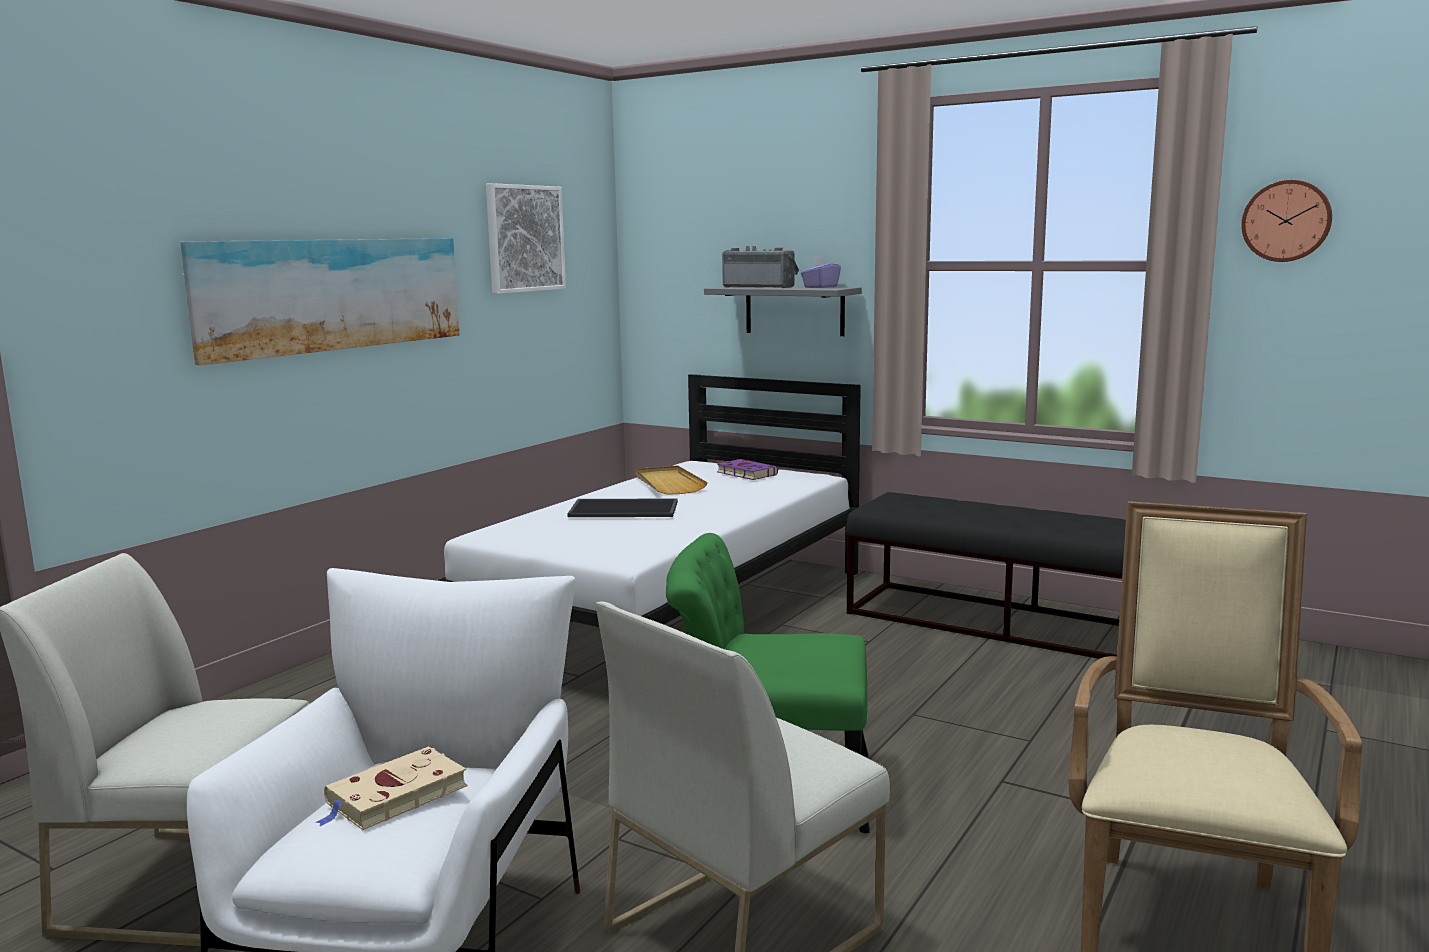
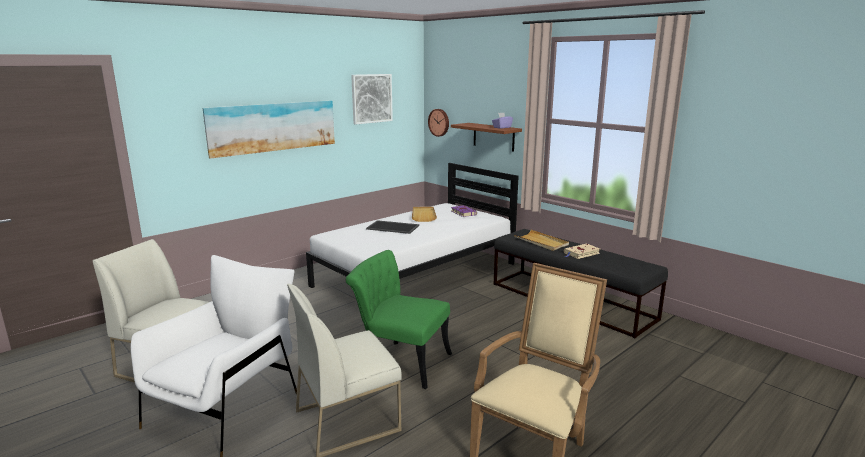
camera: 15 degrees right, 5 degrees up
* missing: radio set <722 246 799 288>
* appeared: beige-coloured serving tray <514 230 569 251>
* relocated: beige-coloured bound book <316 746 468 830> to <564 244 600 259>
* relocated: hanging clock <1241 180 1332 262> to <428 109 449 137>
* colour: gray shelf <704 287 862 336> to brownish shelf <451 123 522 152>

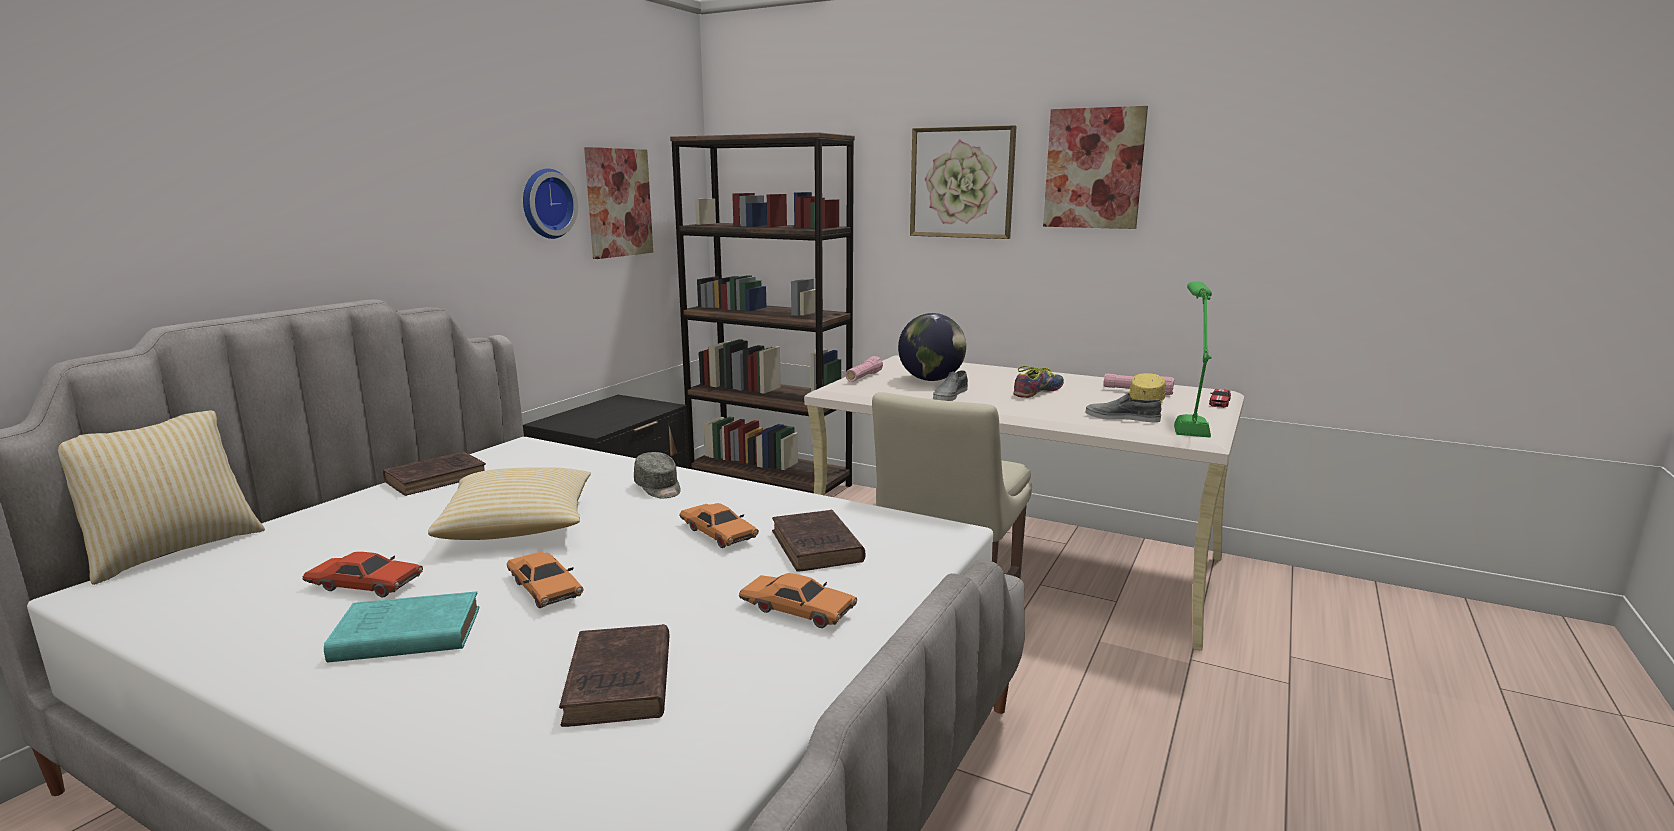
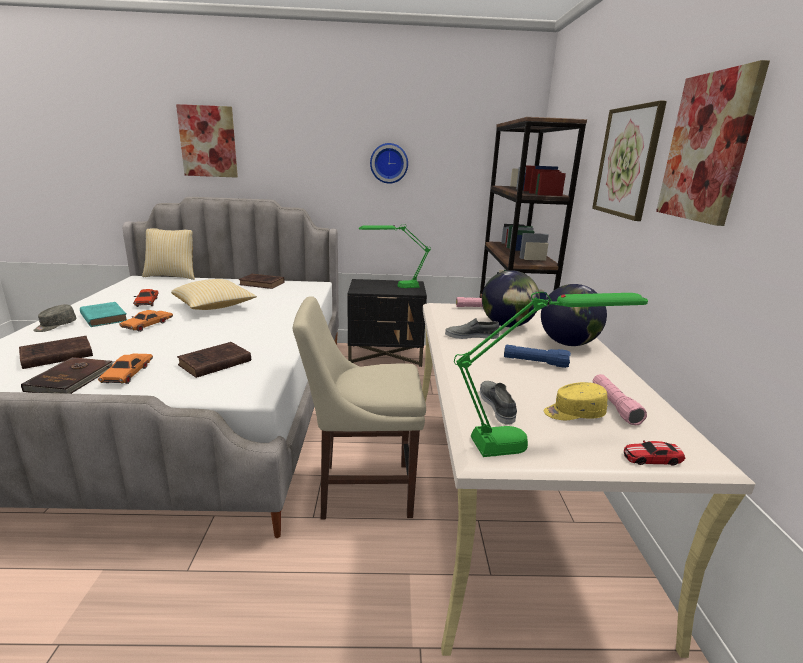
camera: 60 degrees right, 5 degrees up
* missing: orange-coloured miniature car <680 503 759 548>
* appeared: brownish bound book <21 357 115 394>
* appeared: green table lamp <359 224 431 288>
* appeared: globe <541 284 607 346>
* relocated: picture <584 147 653 259> to <176 104 238 178>
* relocated: gray peaked cap <634 452 681 498> to <33 304 76 332>
* exchanged: shoe <1014 366 1064 398> to blue torch <504 345 571 368>

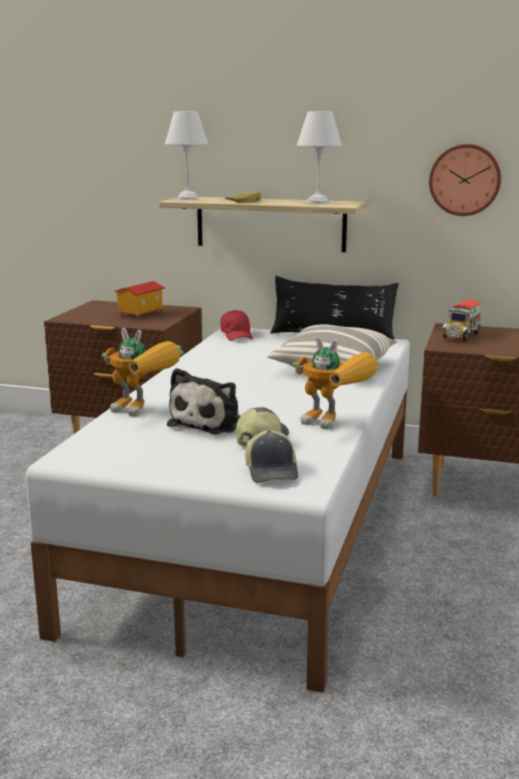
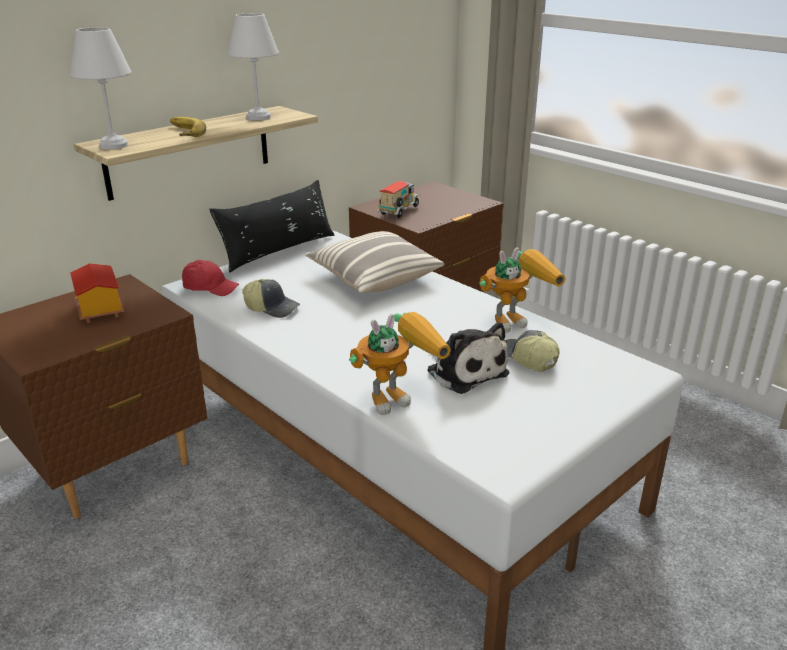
camera: 60 degrees left, 10 degrees up
* missing: hanging clock <429 144 501 216>
* relocated: peaked cap <245 430 298 483> to <242 279 300 318>
* spun: toy truck <442 300 482 341> = <377 181 420 218> 120 degrees counterclockwise

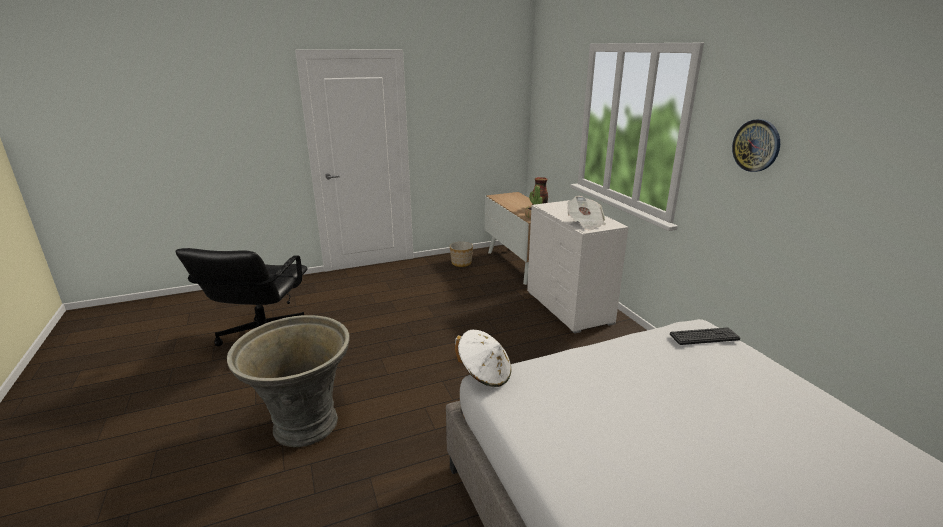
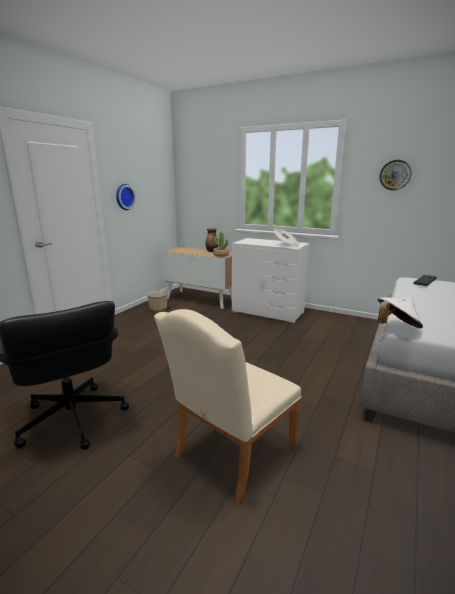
camera: 40 degrees left, 5 degrees down
* appeared: hanging clock <116 184 136 210>
* exchanged: gray flower pot <227 315 350 447> to beige-coloured chair <154 309 301 506>

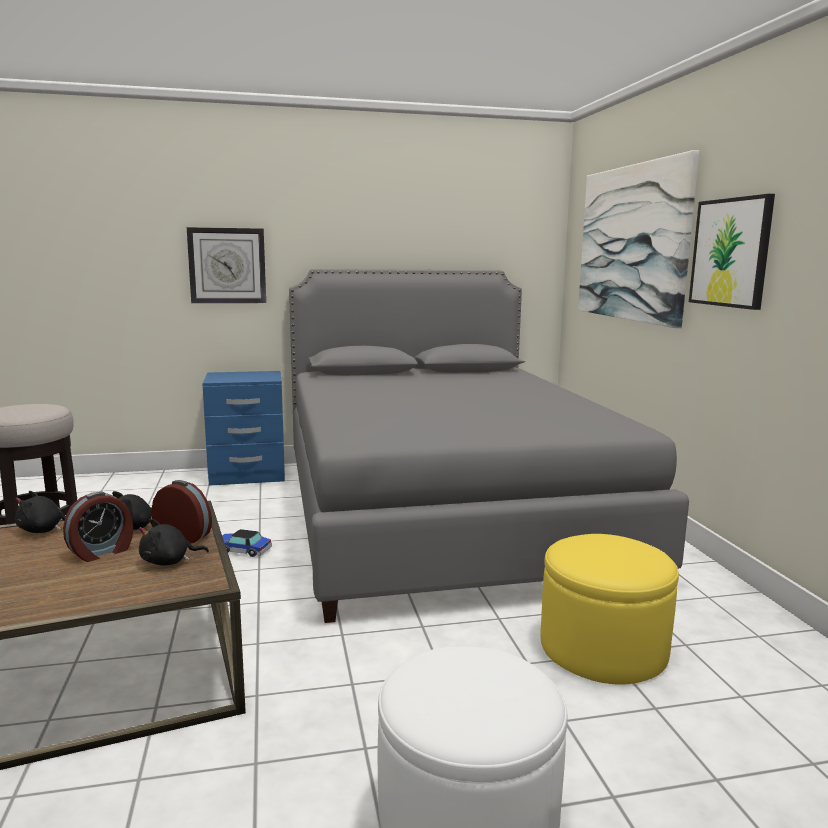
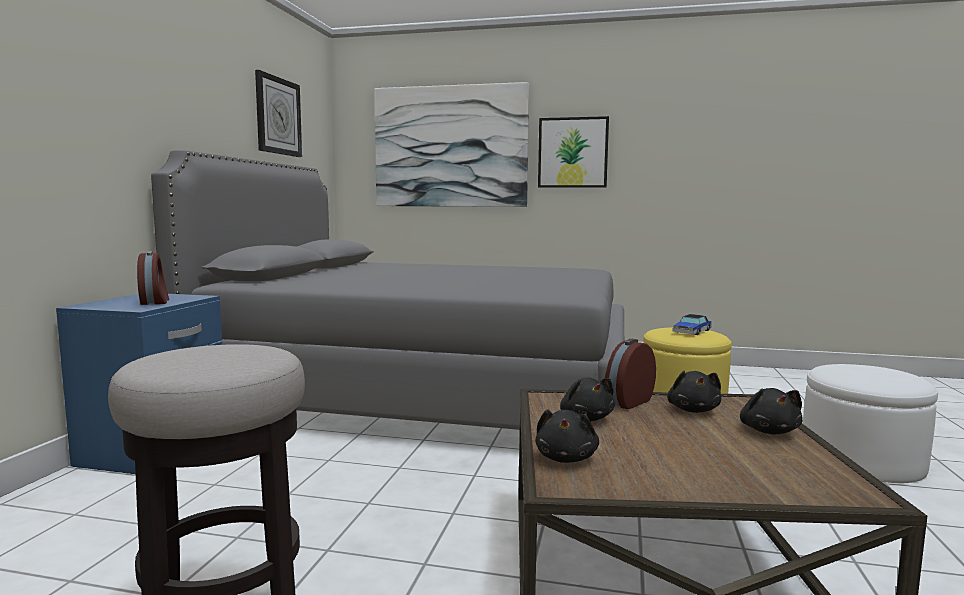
camera: 65 degrees left, 5 degrees down
* appeared: blackish soft toy <740 388 803 434>
* relocated: table clock <63 492 133 562> to <137 251 169 305>
* relocated: hanging clock <187 227 266 303> to <255 70 302 157>
* relocated: miniature car <222 529 272 557> to <673 314 712 335>

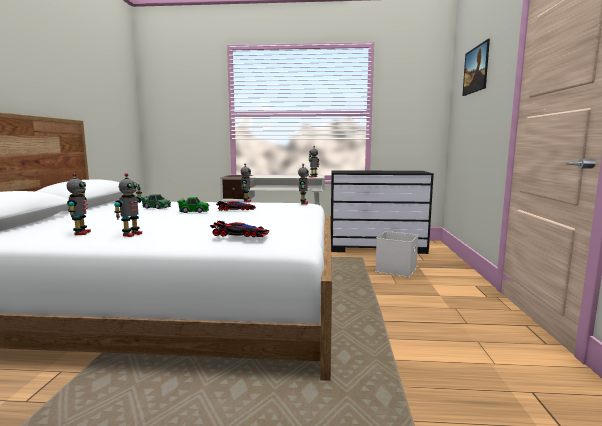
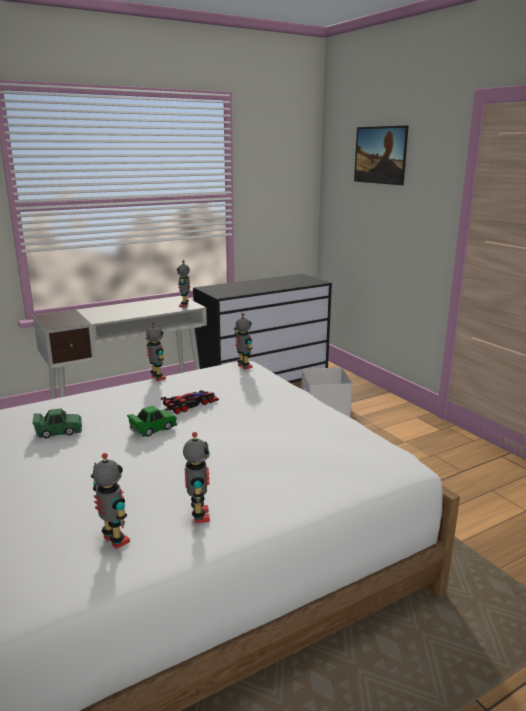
camera: 35 degrees left, 10 degrees up
* missing: miniature car <210 221 270 237>

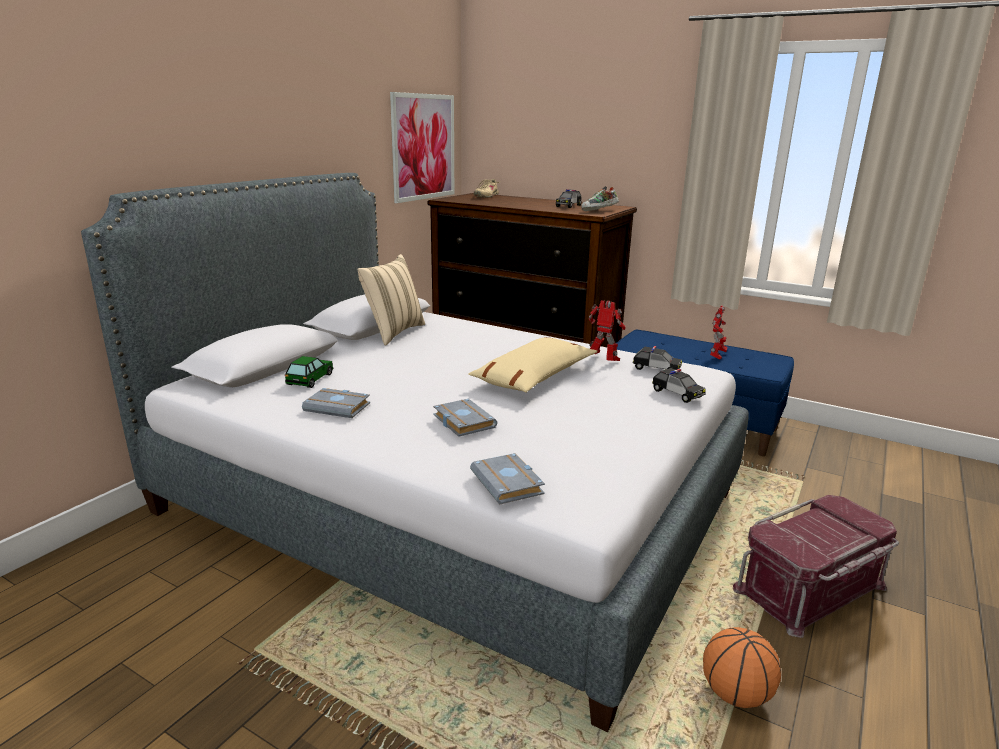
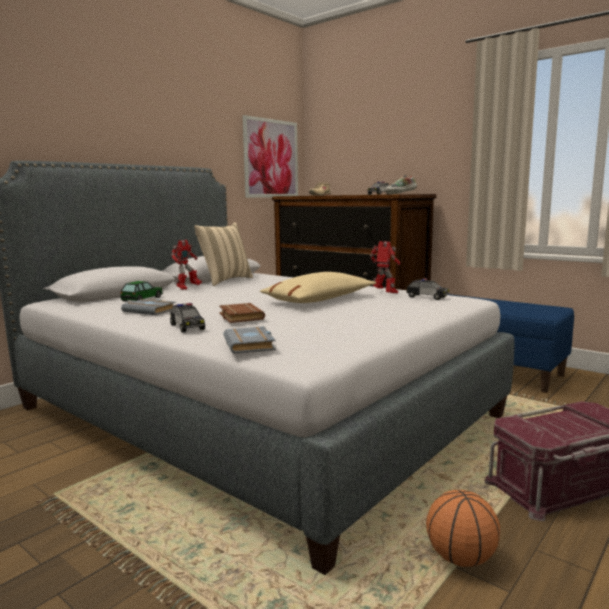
camera: 10 degrees right, 10 degrees down
* relocated: miniature car <652 368 705 403> to <170 303 205 333>
* relocated: robot figure <710 305 727 360> to <171 240 202 290>
* colour: gray bound book <433 399 497 437> to brownish bound book <219 303 265 323>

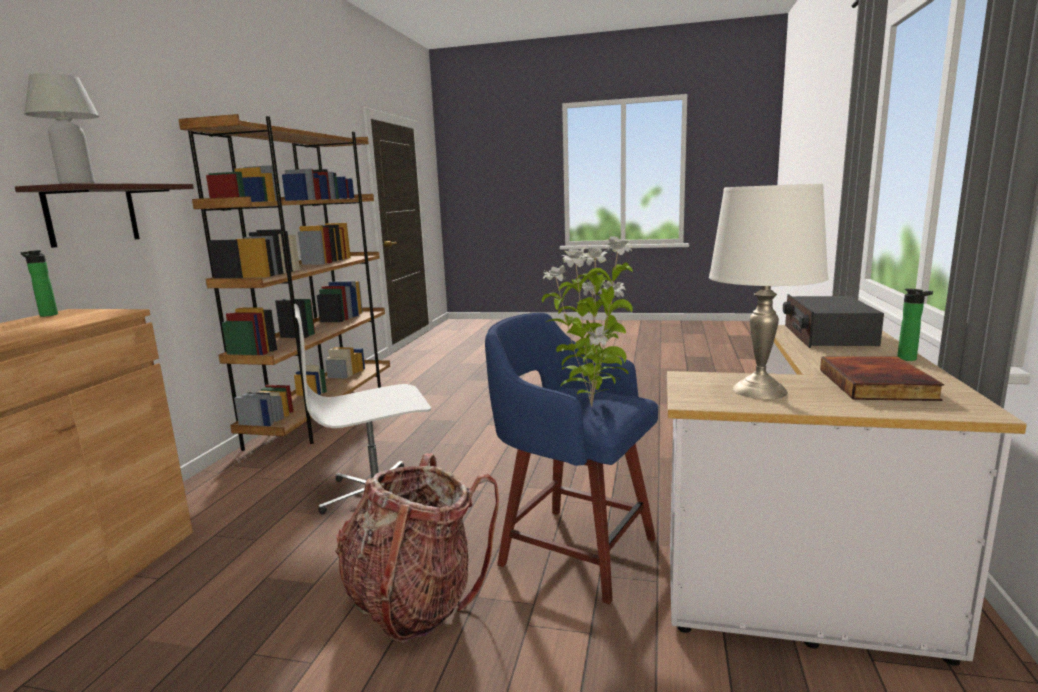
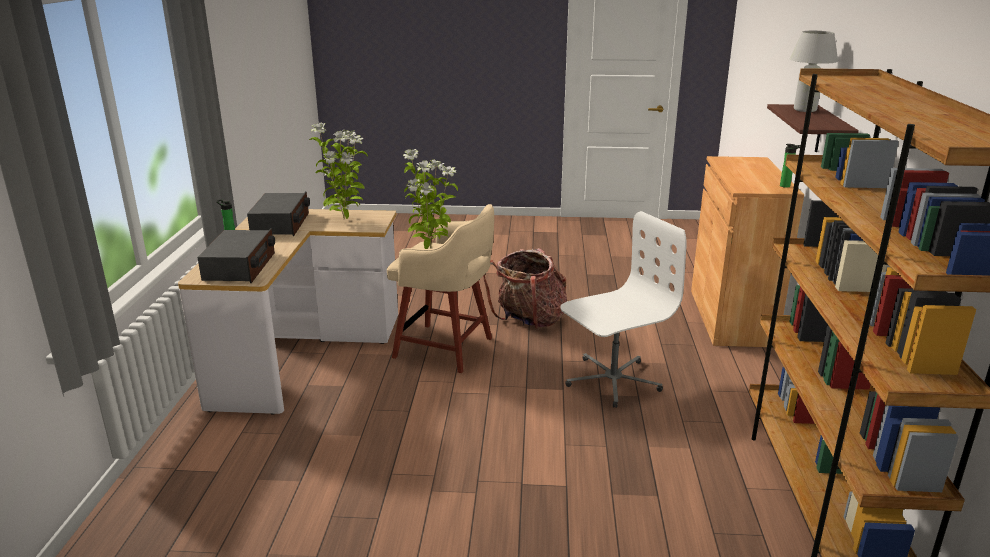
camera: 170 degrees right, 10 degrees up
* exchanged: white-coloured table lamp <709 184 828 399> to potted plant <309 123 368 220>
* exchanged: bound book <820 356 944 401> to radio set <247 191 310 236>
* colour: blue stool <485 313 658 604> to beige-coloured stool <387 204 494 373>

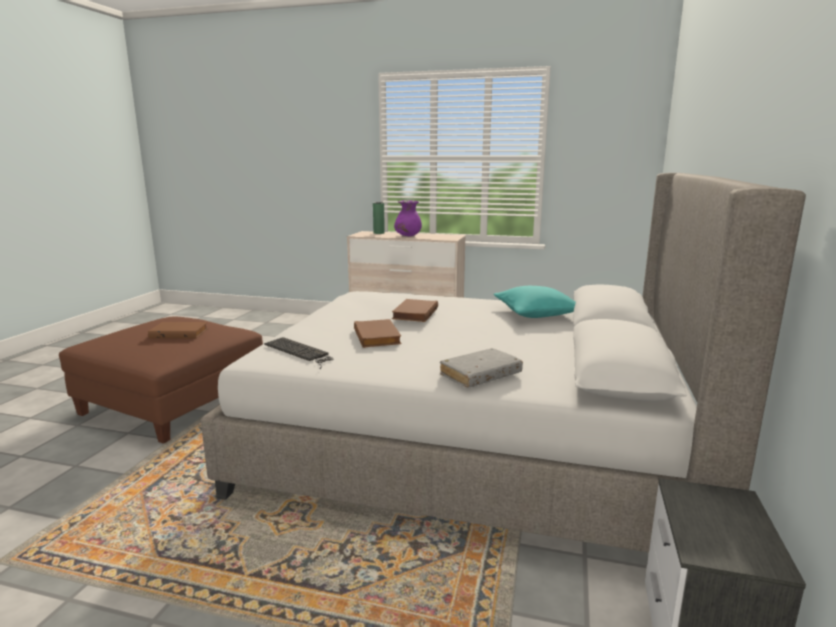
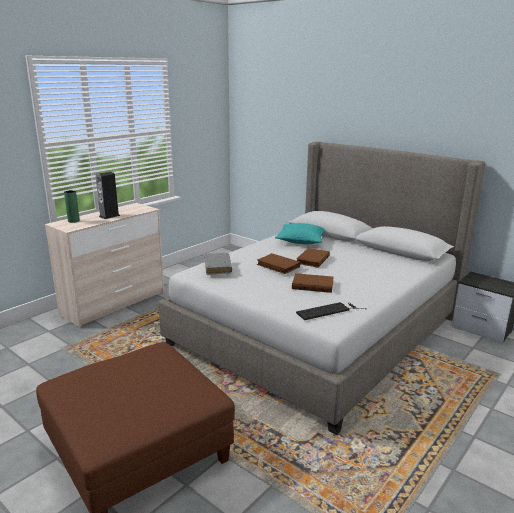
camera: 65 degrees left, 5 degrees up
* relocated: brownish bound book <148 322 208 339> to <296 248 330 268>
* relocated: gray bound book <440 348 523 388> to <205 253 232 275>
* exchanged: purple-coloured decorative vase <394 200 422 236> to audio speaker <96 172 120 219>

